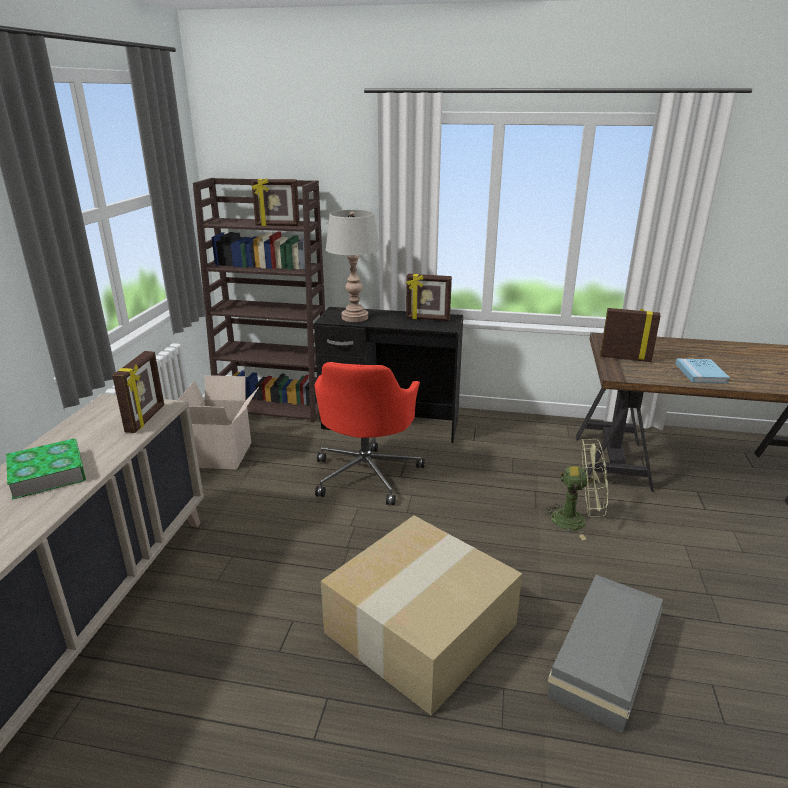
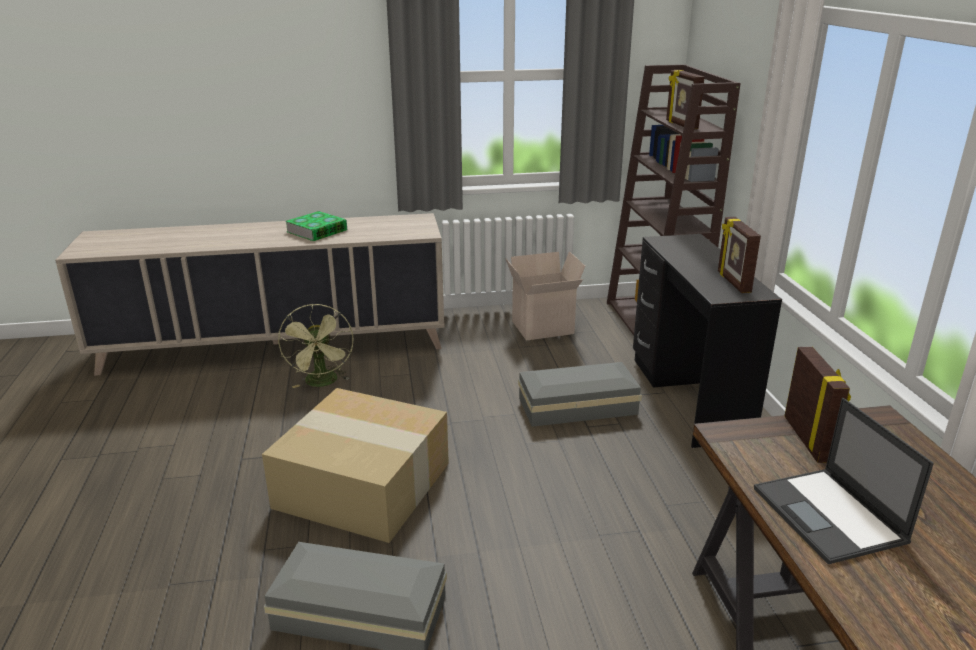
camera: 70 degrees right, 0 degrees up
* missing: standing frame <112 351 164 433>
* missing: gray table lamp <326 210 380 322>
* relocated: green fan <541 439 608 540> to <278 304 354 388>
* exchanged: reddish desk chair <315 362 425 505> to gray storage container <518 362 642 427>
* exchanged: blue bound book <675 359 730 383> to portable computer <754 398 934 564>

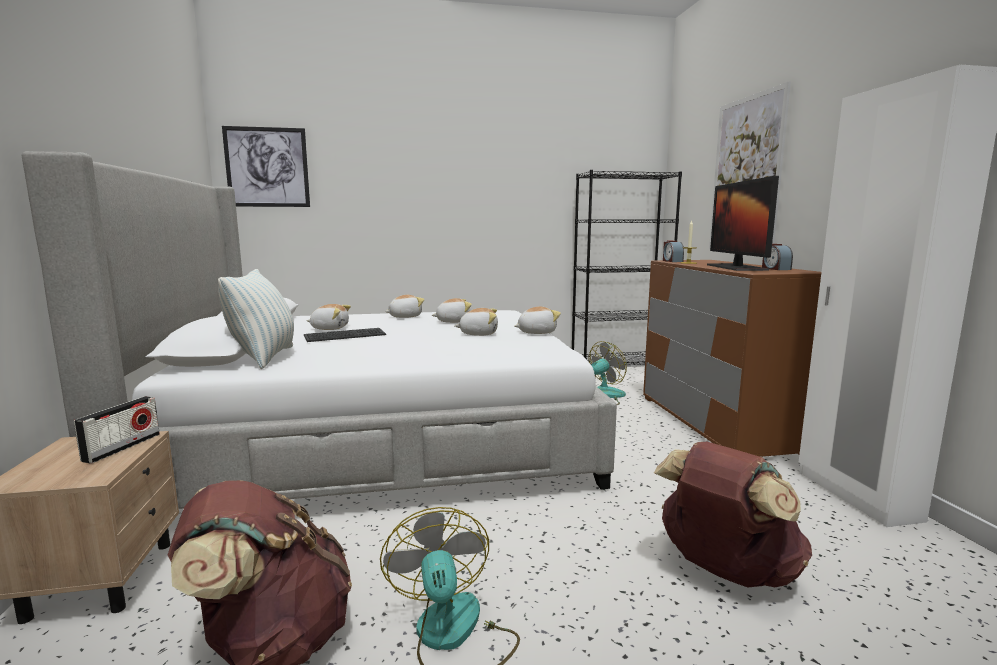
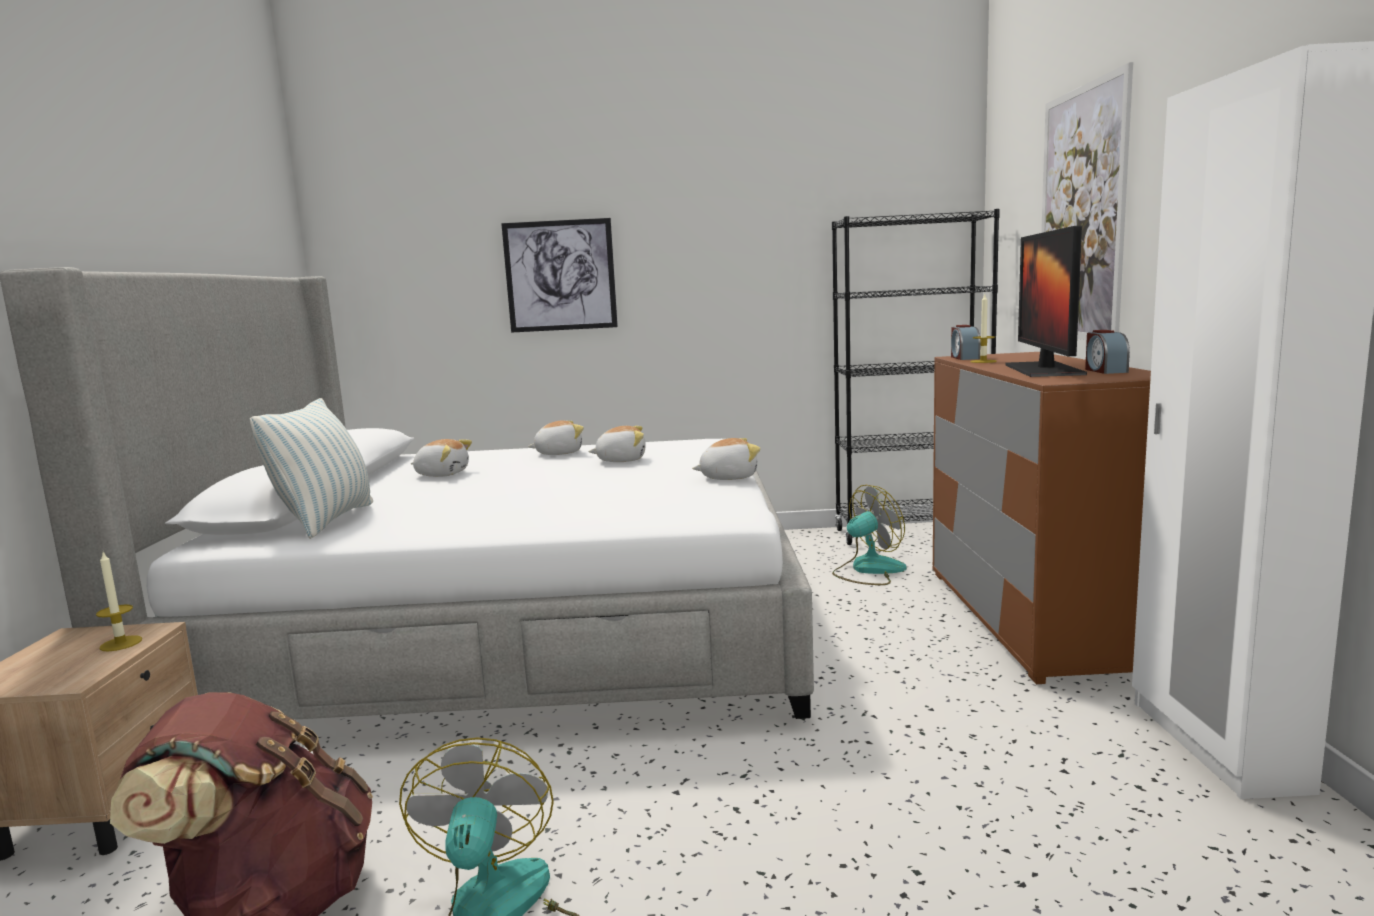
camera: 10 degrees right, 0 degrees up
* missing: computer keyboard <304 328 386 342>
* missing: soft toy <454 308 498 336>
* missing: brownish backpack <654 442 812 588>
* relocated: picture <222 126 310 207> to <501 218 618 332>
* exchanged: radio set <74 396 160 463> to candle <96 552 142 651>

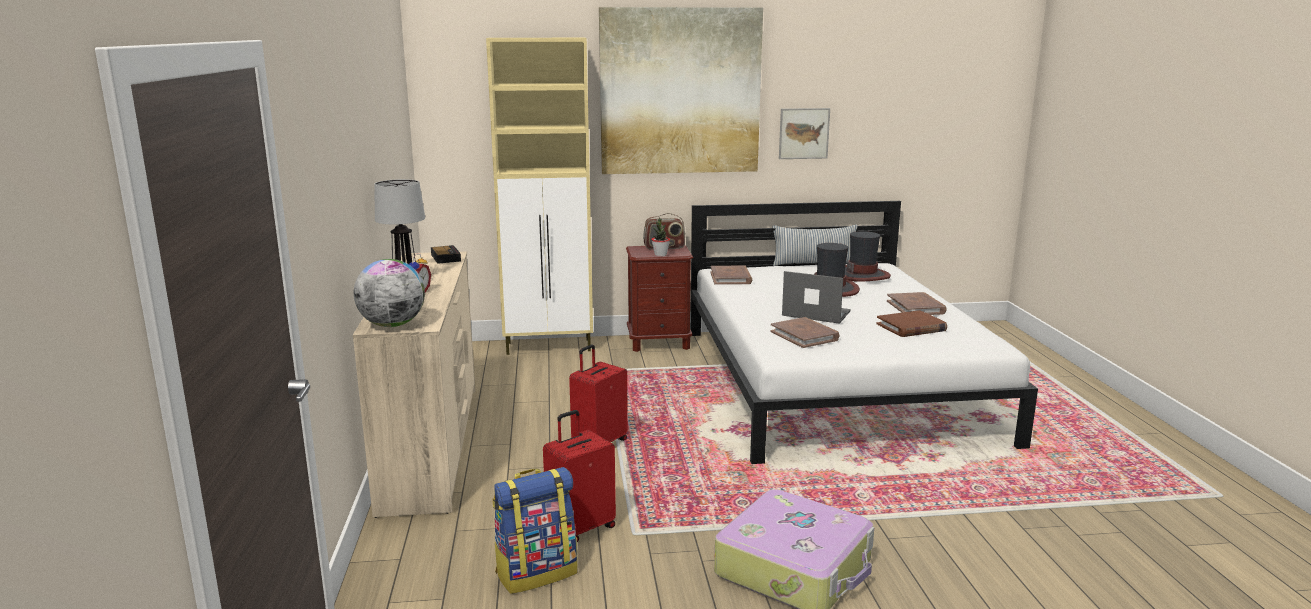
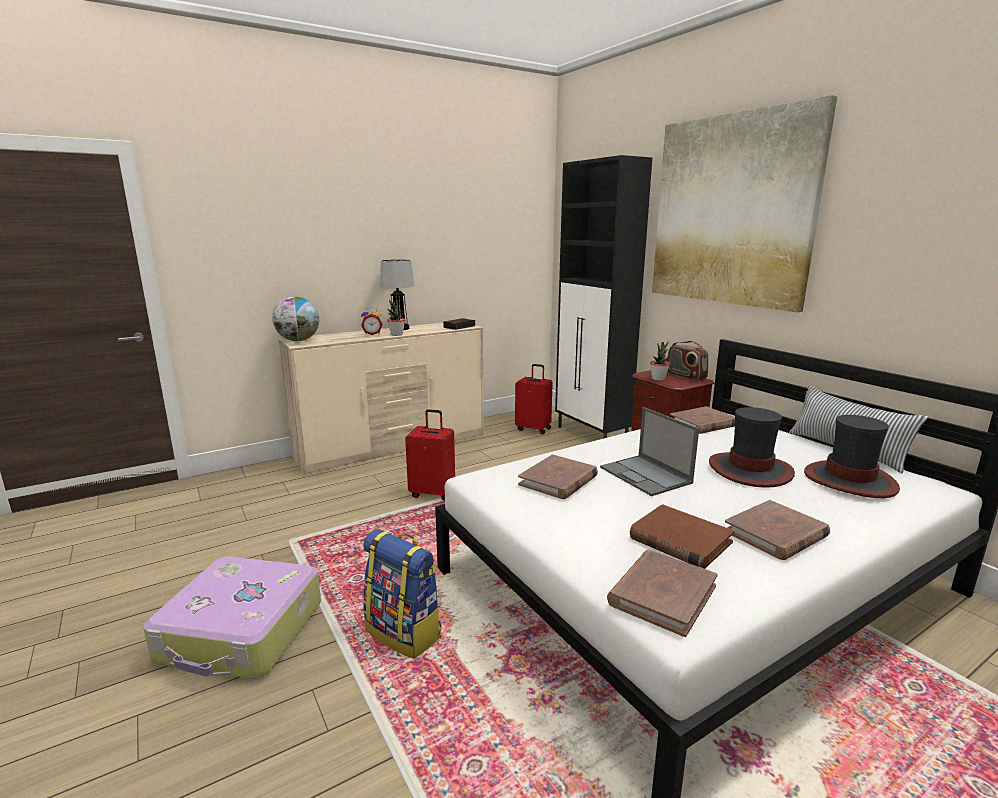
camera: 65 degrees right, 0 degrees up
* missing: picture <779 108 830 159>
* appeared: potted plant <387 299 405 336>
* appeared: brownish bound book <607 550 718 637>
* relocated: backpack <493 467 578 594> to <363 529 441 659>
* relocated: reddish piece of luggage <543 410 616 542> to <515 364 553 434>
* colour: beige-coloured cupboard <486 38 593 355> to blackish cupboard <555 155 652 439>
* spun: portable computer <782 271 851 324> = <600 407 699 496> 150 degrees clockwise

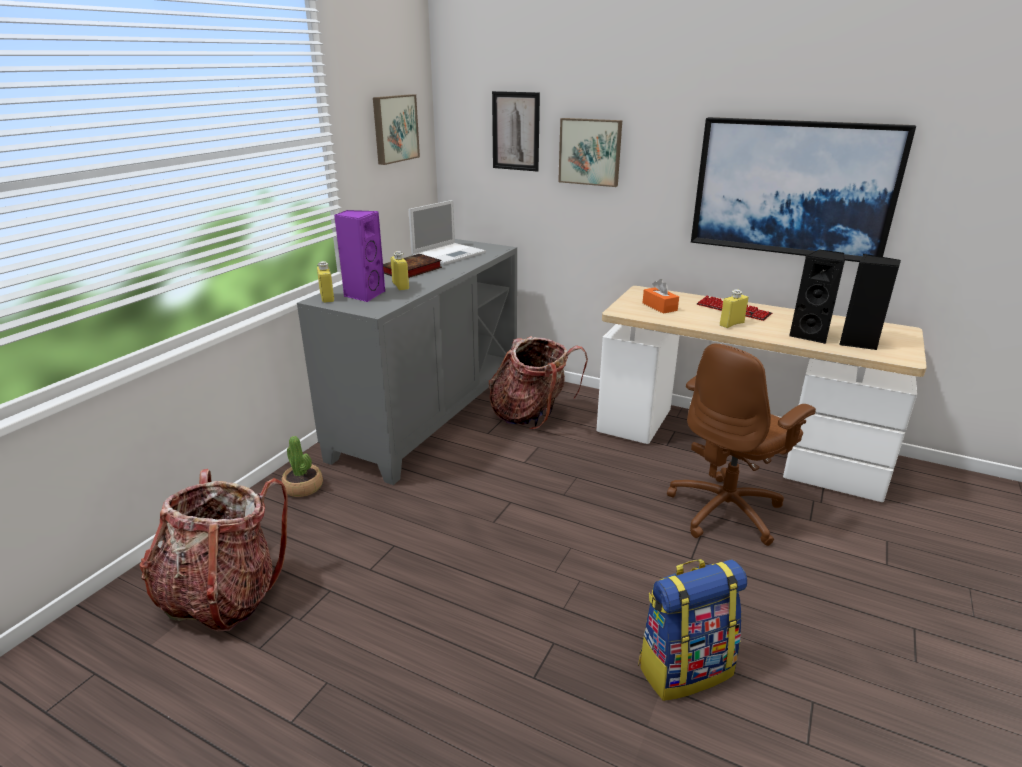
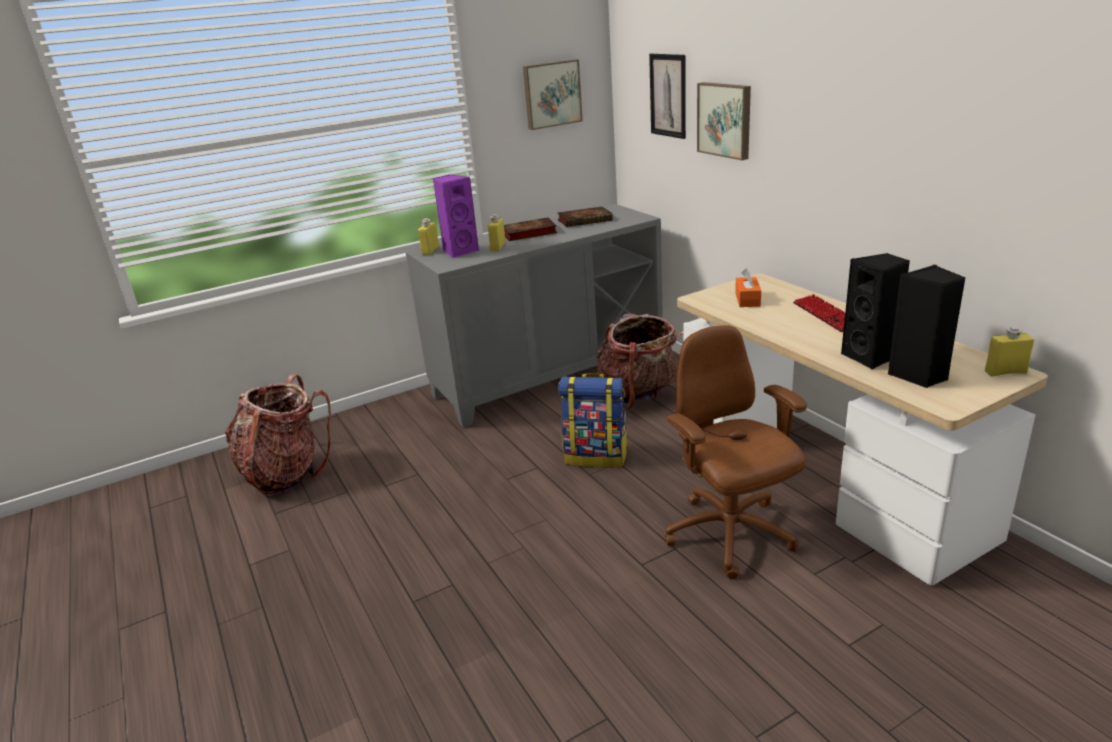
camera: 35 degrees right, 0 degrees up
* missing: potted plant <281 436 323 497>
* missing: picture <691 117 916 262>
* relocated: backpack <638 559 747 701> to <558 373 628 468>
* relocated: yellow bottle <720 289 748 328> to <985 326 1034 377>
* exchanged: portable computer <408 200 486 265> to bound book <557 207 613 227>
* spun: brownish desk chair <667 344 816 546> = <665 325 807 579> 75 degrees clockwise

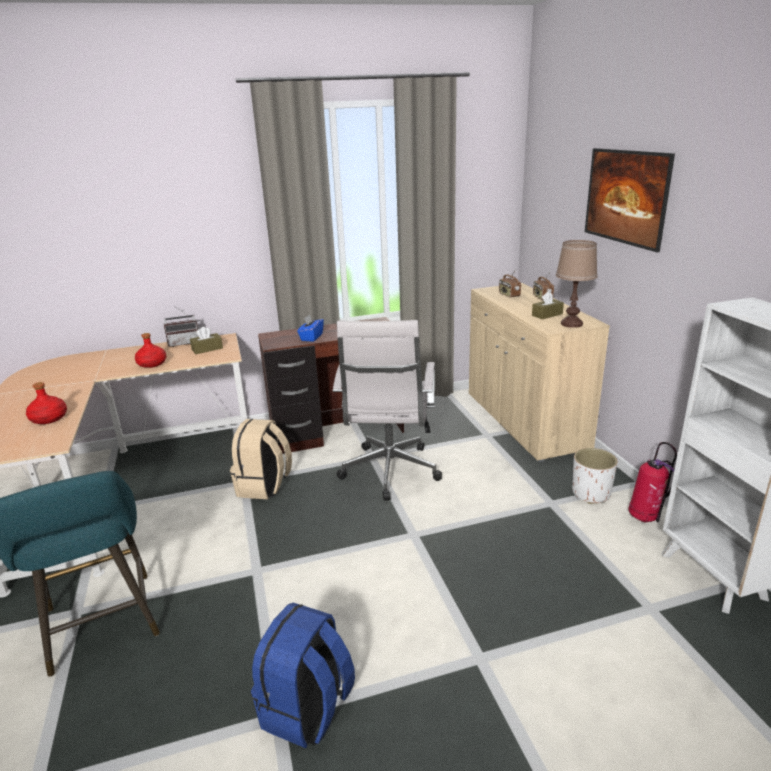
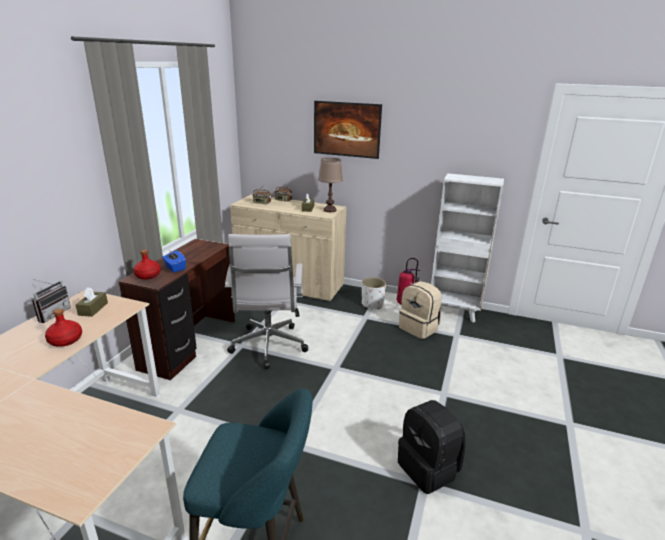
camera: 55 degrees left, 0 degrees up
* relocated: reddish bottle <26 382 67 424> to <133 250 161 279>
* relocated: beige-coloured backpack <230 419 292 499> to <399 281 442 339>
* colour: blue backpack <251 603 355 748> to blackish backpack <398 400 465 494>
* spun: white-coloured desk chair <332 320 442 501> = <225 234 308 369> 45 degrees clockwise

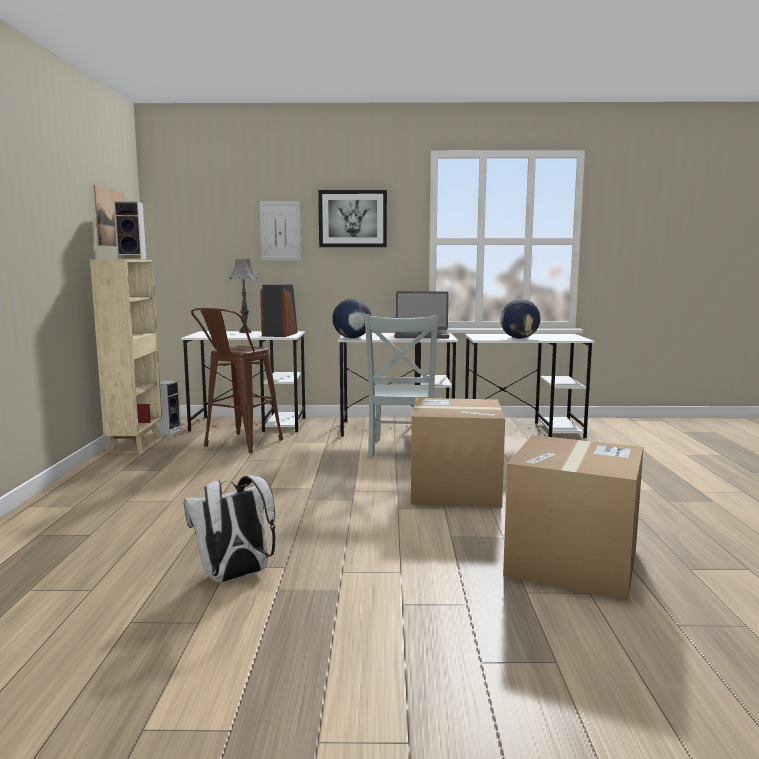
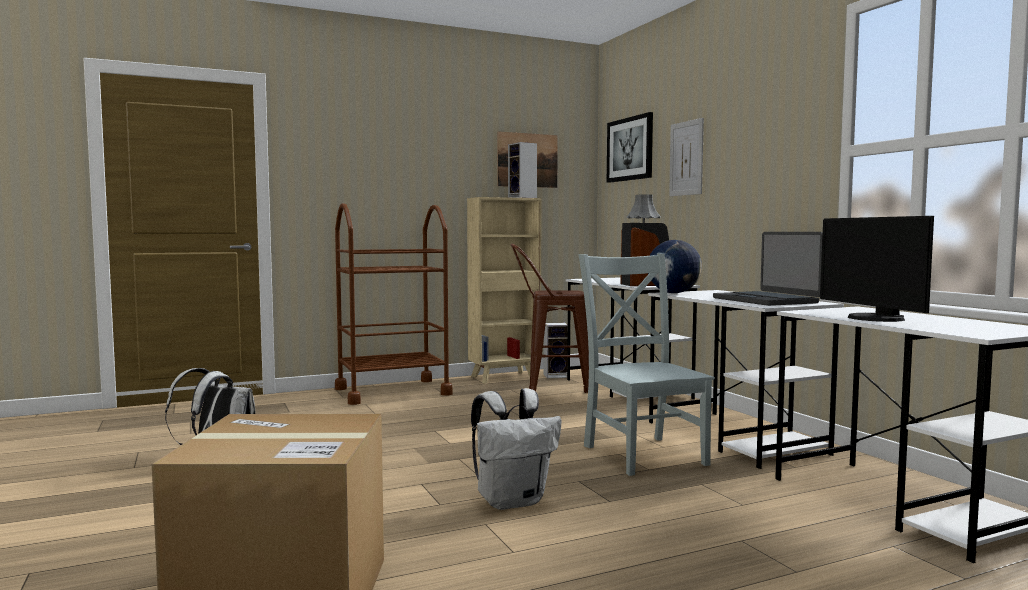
camera: 65 degrees right, 5 degrees down
* appeared: brownish trolley <335 203 453 405>
* relocated: picture <318 190 387 247> to <607 112 653 183>
* exchanged: carton <411 398 505 508> to white-coloured backpack <471 388 561 510>
* exchanged: globe <500 299 540 339> to computer screen <820 216 934 322>
* spun: gray chair <364 315 438 458> = <578 253 715 476> 90 degrees clockwise

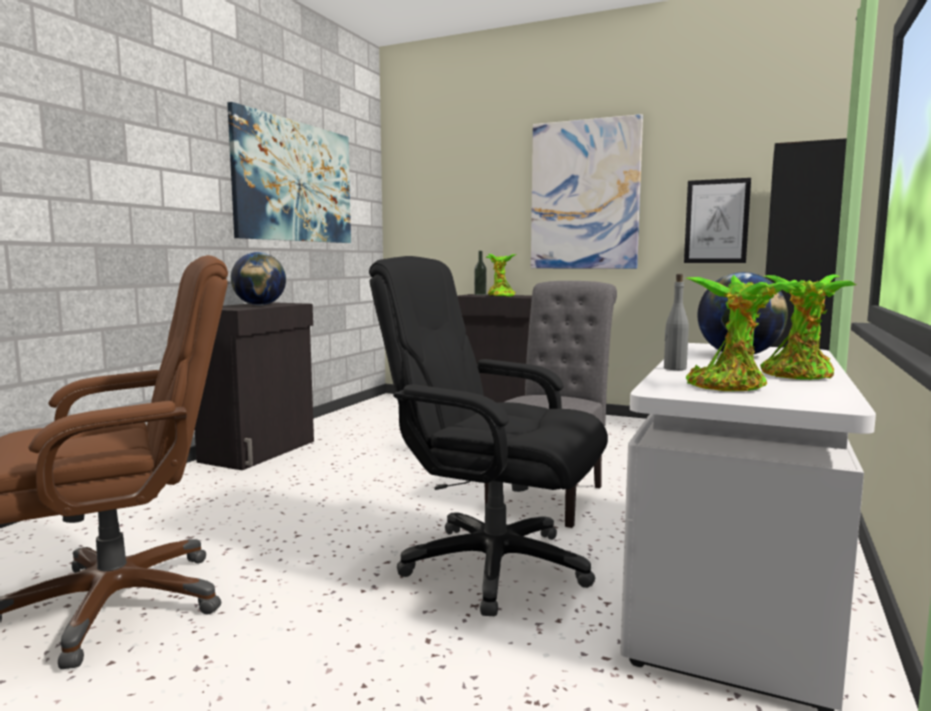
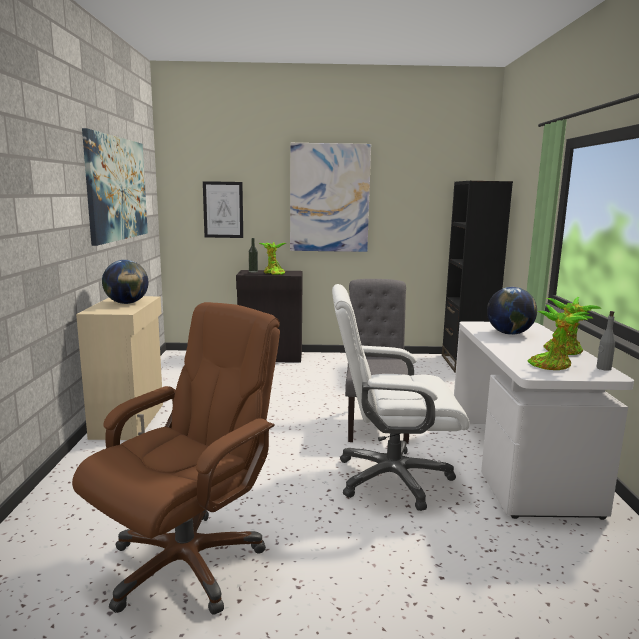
camera: 25 degrees left, 5 degrees up
* relocated: gray bottle <664 274 689 370> to <596 311 615 371>
* relocated: picture <684 178 751 263> to <203 181 243 238>
* colour: blackish cupboard <195 302 314 470> to beige-coloured cupboard <76 296 163 440>
* colour: blackish desk chair <369 256 608 616> to white-coloured desk chair <332 284 470 511>

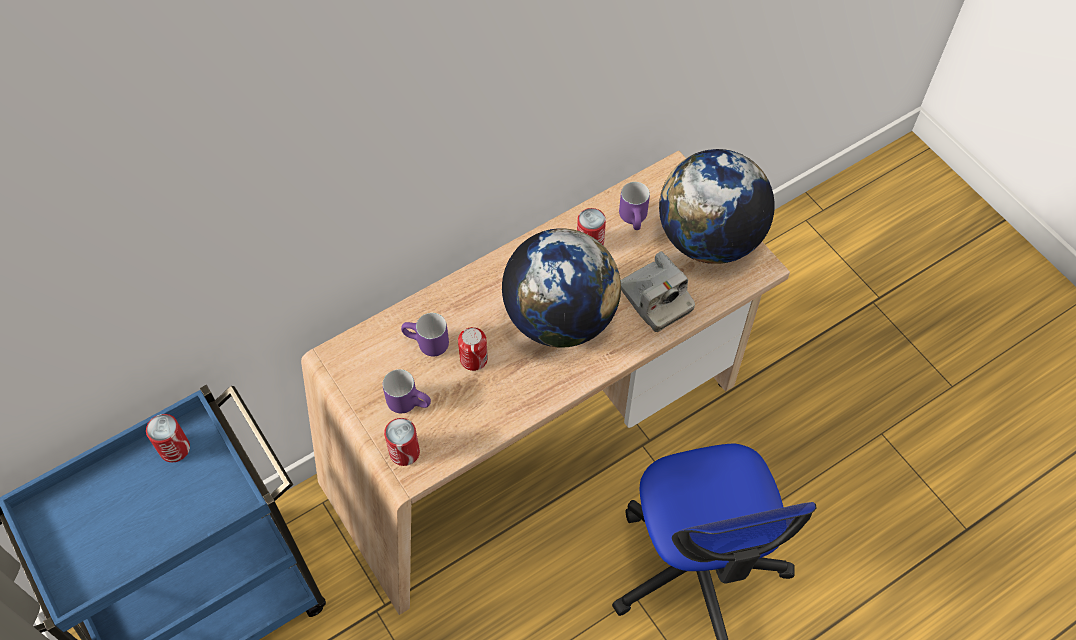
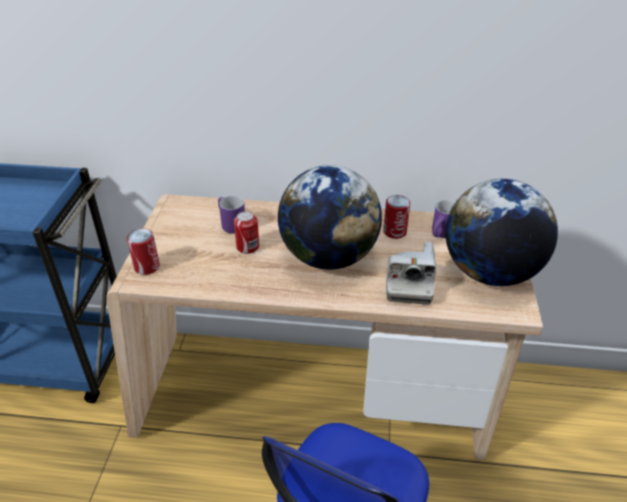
camera: 40 degrees right, 20 degrees down
* missing: sealed can <146 414 190 462>
* missing: purple-coloured coffee mug <383 369 431 413>

